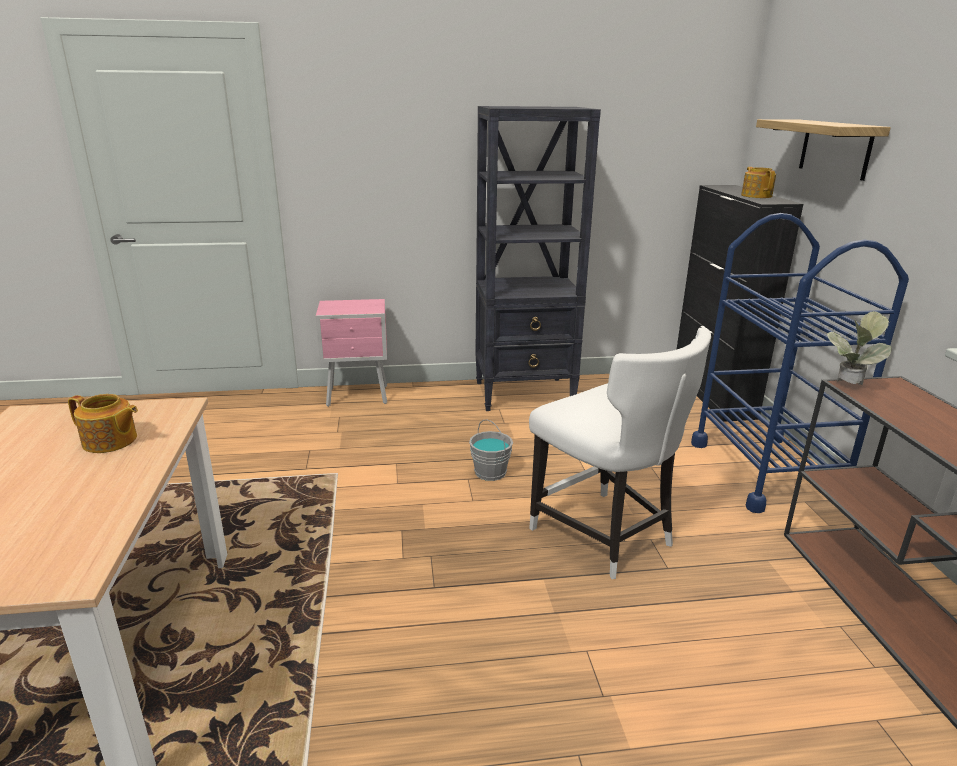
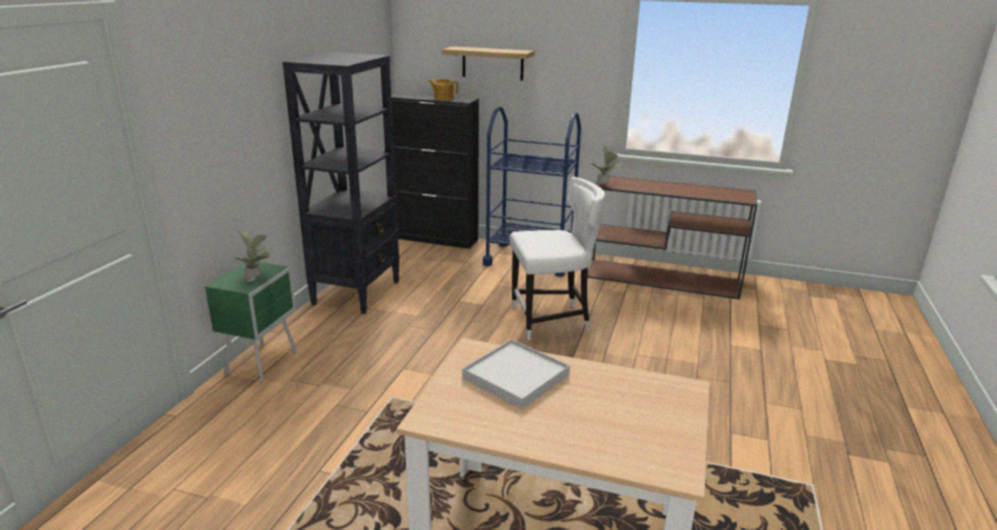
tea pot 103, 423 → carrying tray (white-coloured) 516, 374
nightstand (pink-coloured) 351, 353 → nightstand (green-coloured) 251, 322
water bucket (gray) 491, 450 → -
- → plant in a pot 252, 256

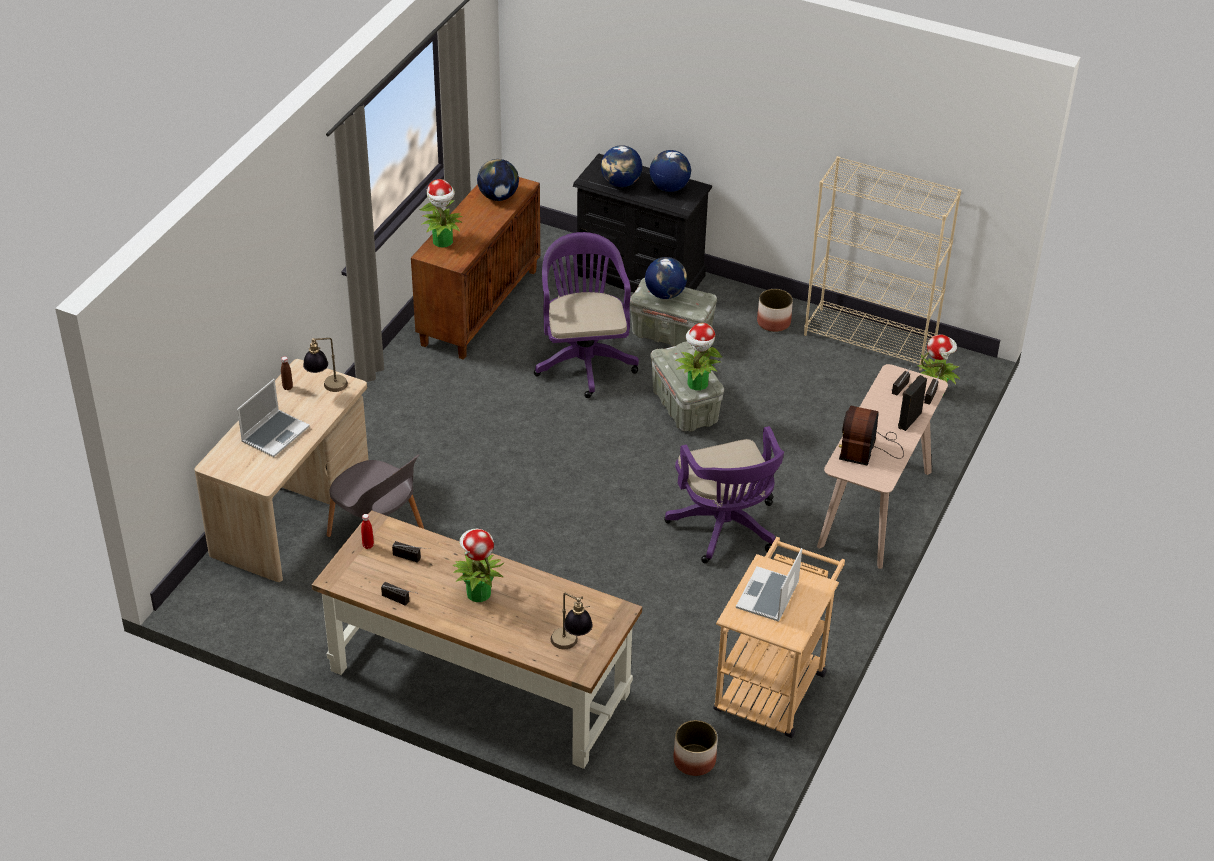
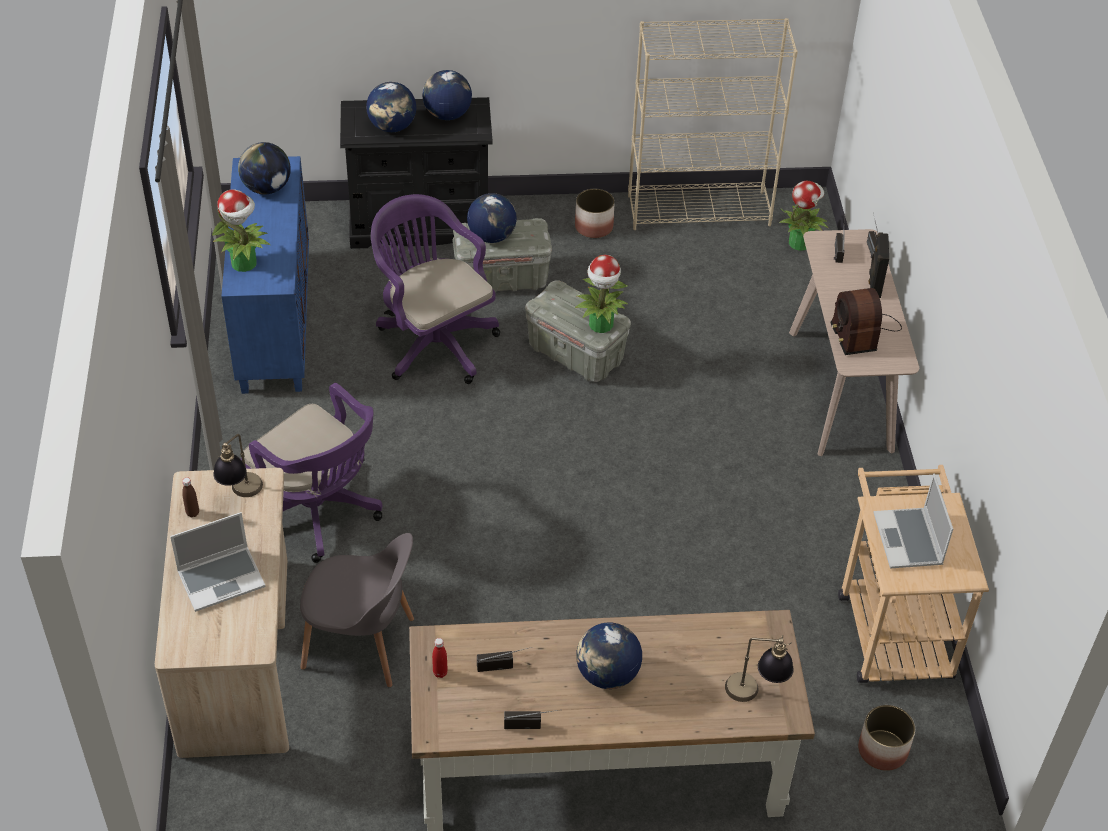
notebook computer 273, 418 → notebook computer 217, 562, 60 degrees clockwise
cupboard (brownish) 475, 268 → cupboard (blue) 265, 275
plant in a pot 478, 565 → desk globe 609, 655
computer chair (purple-coloured) 724, 494 → computer chair (purple-coloured) 311, 473, shifted

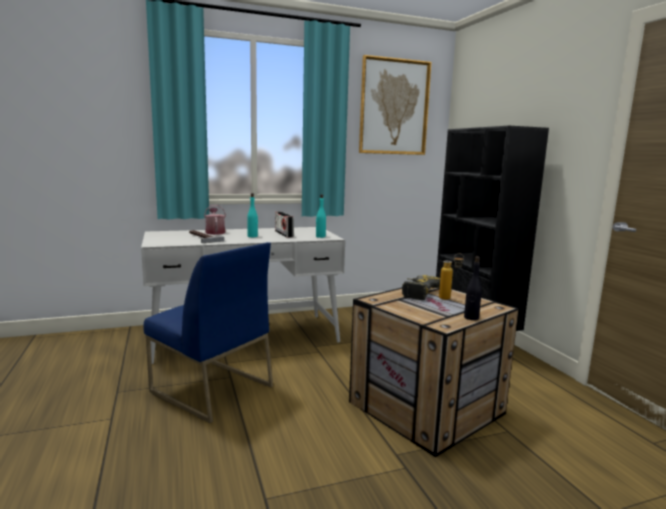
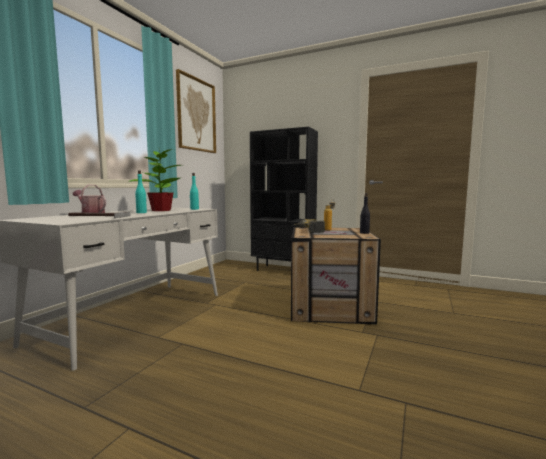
upright chair (blue) 208, 332 → -
radio 284, 224 → plant in a pot 155, 180

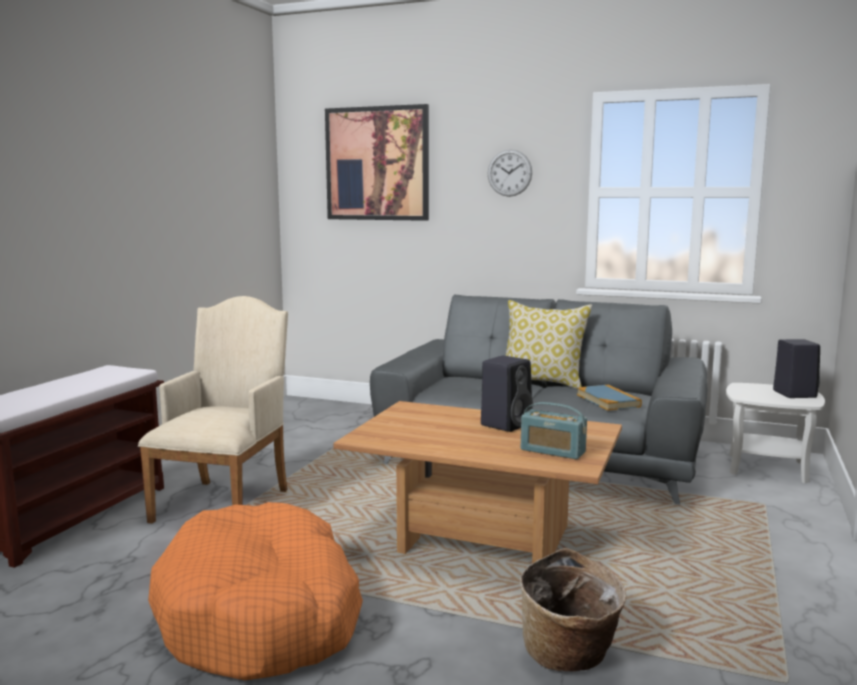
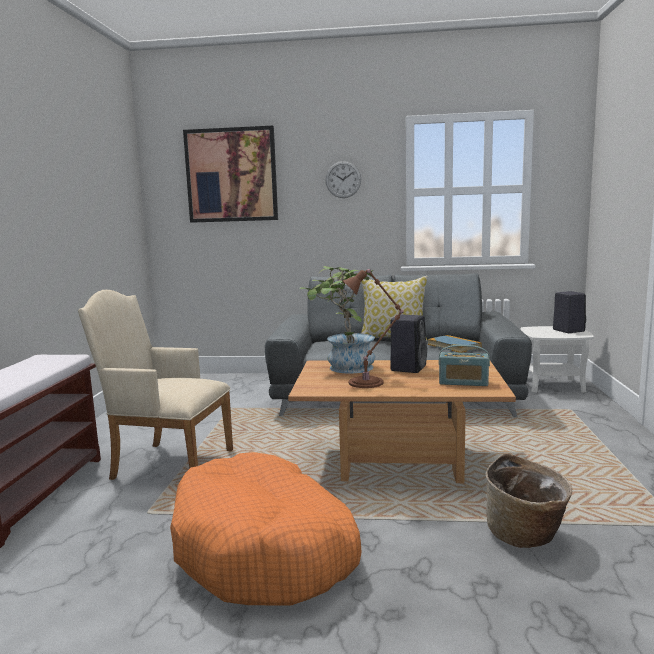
easy chair (beige-coloured) 213, 410 → easy chair (beige-coloured) 155, 385, 75 degrees counterclockwise
- → plant in a pot 337, 320
- → table lamp (brownish) 373, 328

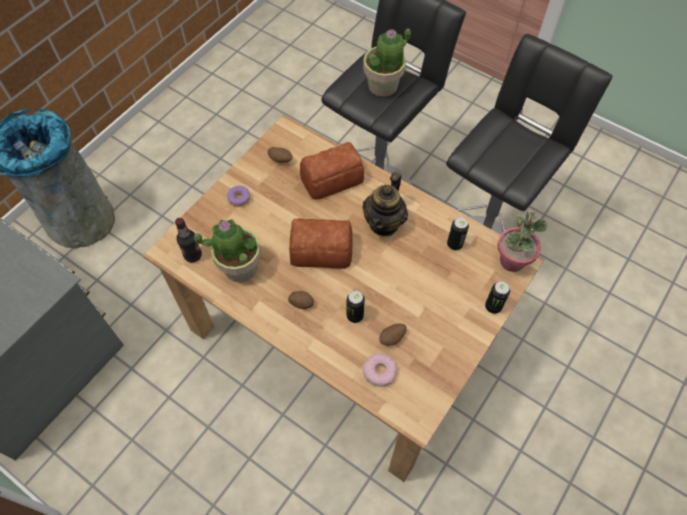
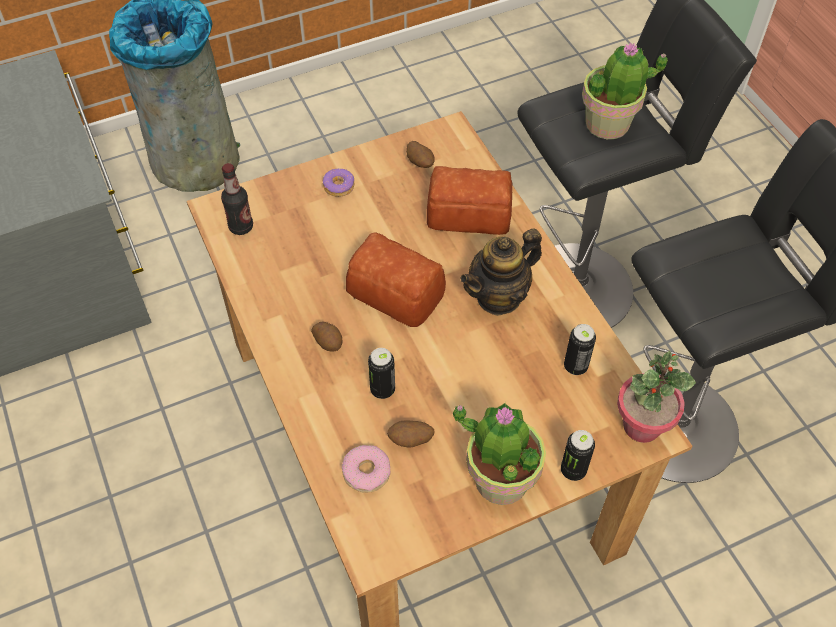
plant in a pot 227, 250 → plant in a pot 499, 454, shifted

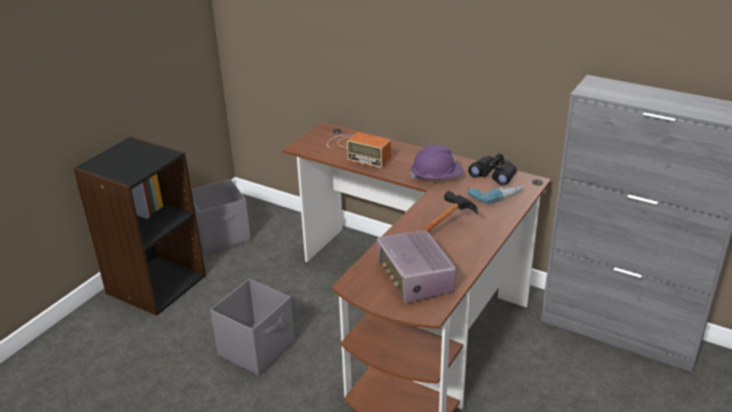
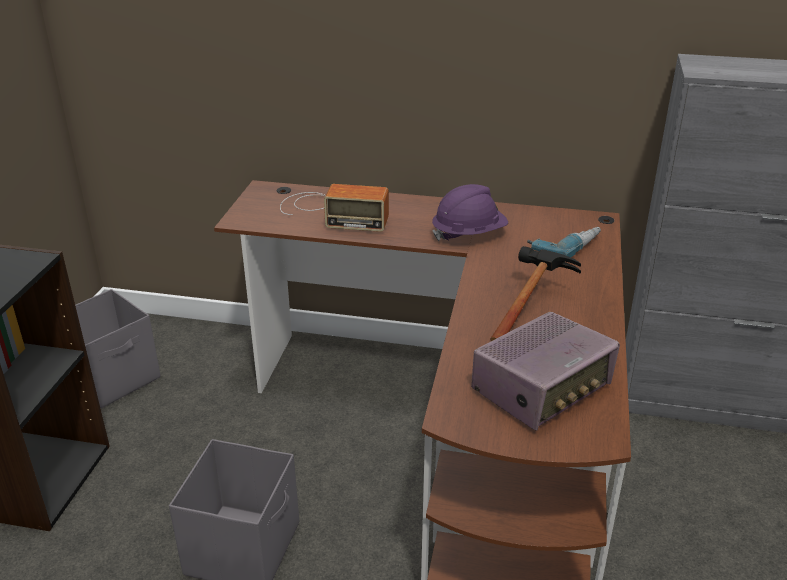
radio 416, 266 → radio 545, 371, 90 degrees counterclockwise
pair of binoculars (black) 492, 170 → -

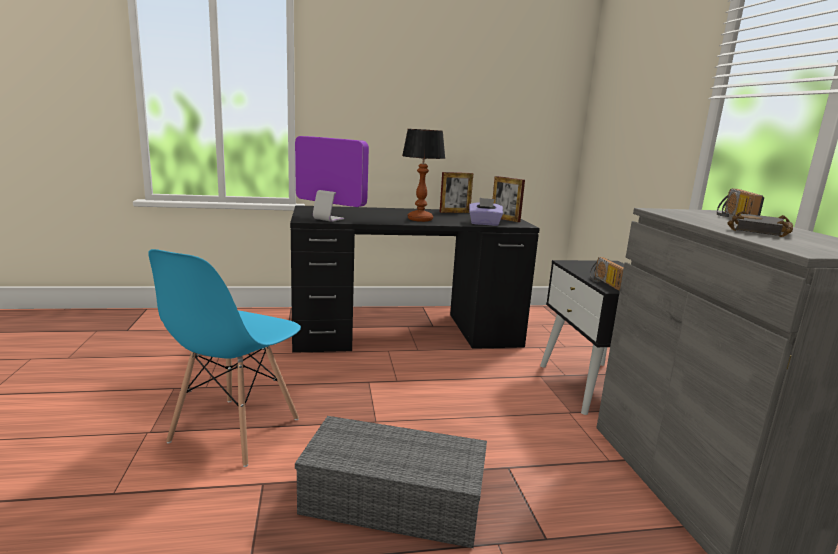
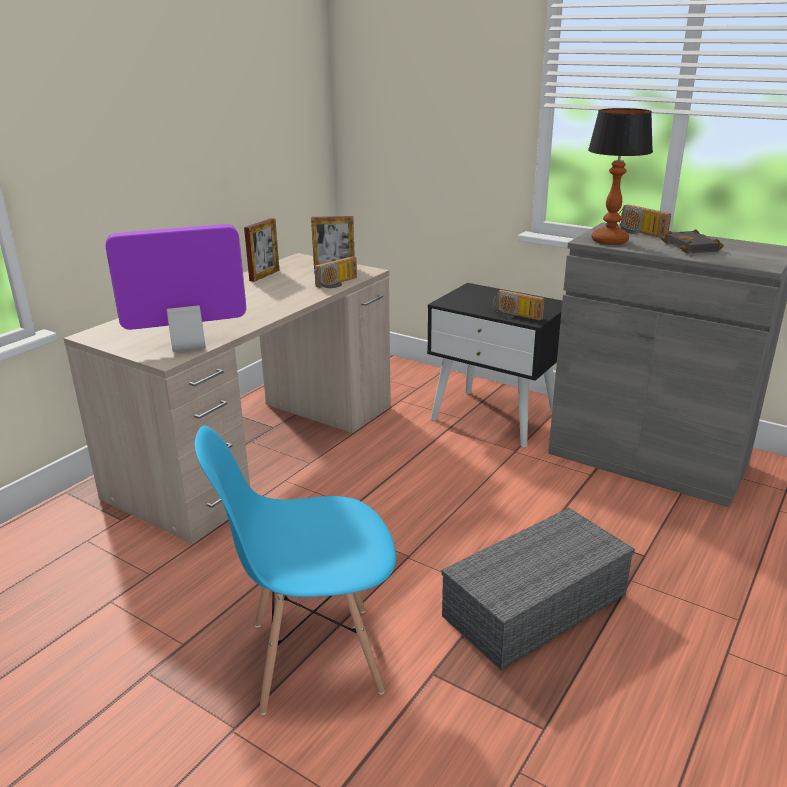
upright chair (blue) 224, 358 → upright chair (blue) 295, 570, 105 degrees clockwise
desk unit (black) 415, 279 → desk unit (beige-coloured) 227, 398
table lamp 423, 175 → table lamp 620, 176, shifted
tissue holder (purple-coloured) 486, 212 → radio 335, 272

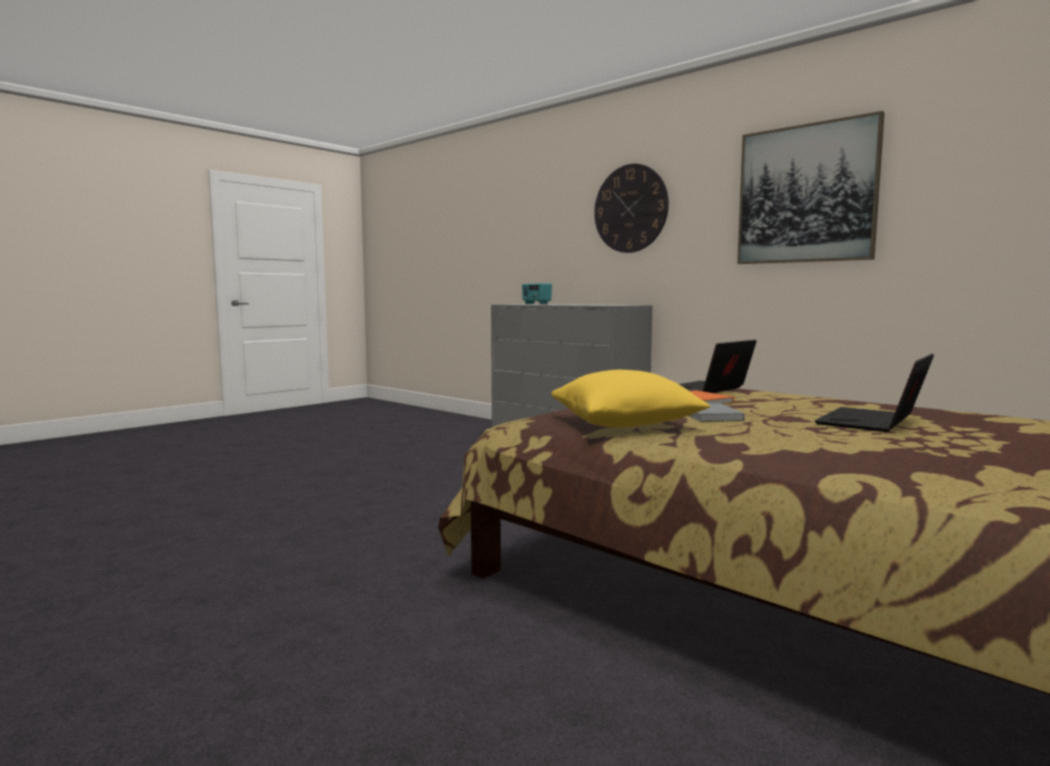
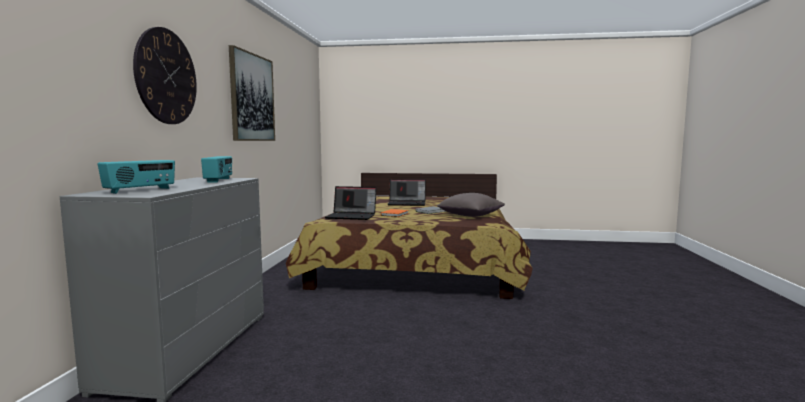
cushion (yellow) 630, 399 → cushion (gray) 470, 205
- → radio 216, 169

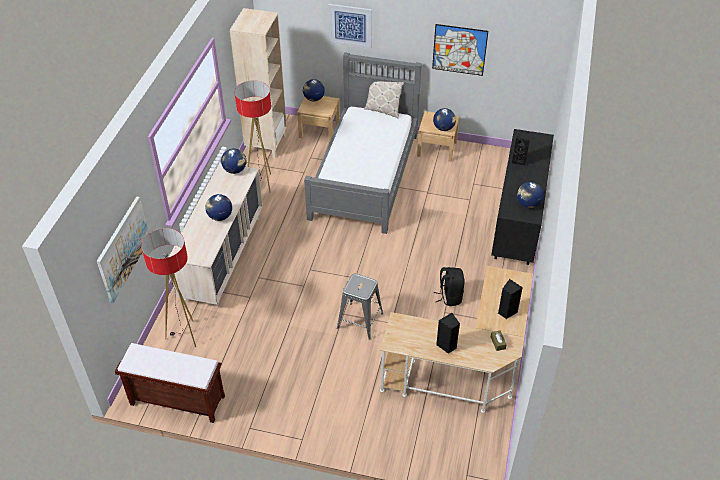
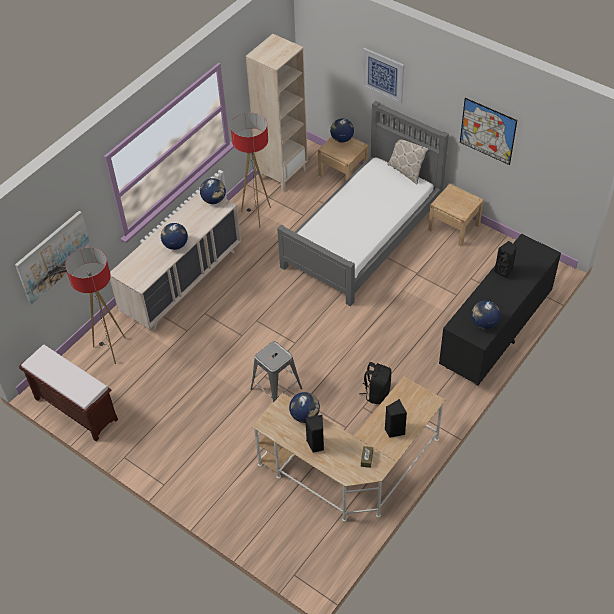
desk globe 444, 119 → desk globe 304, 407, shifted

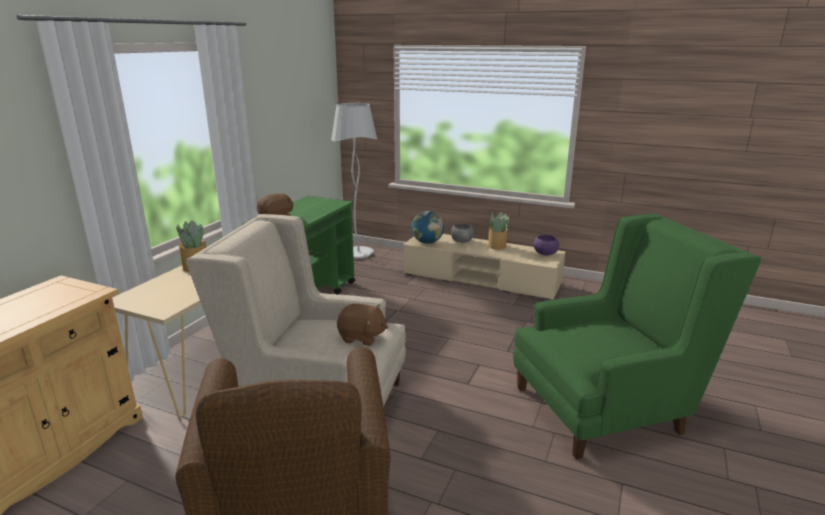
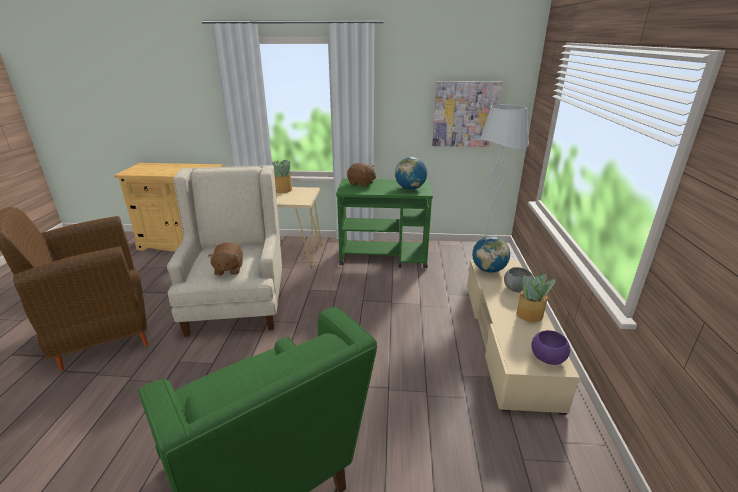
- → desk globe 411, 173
- → wall art 467, 114

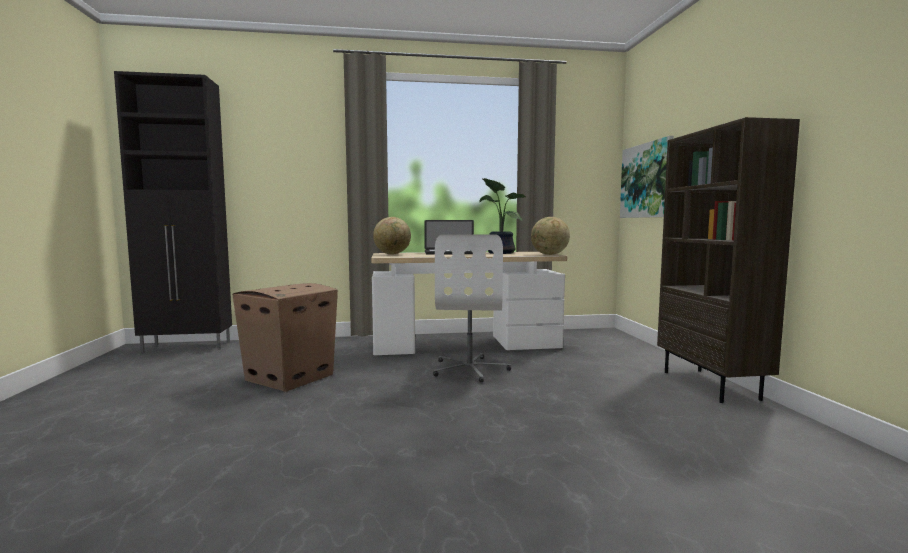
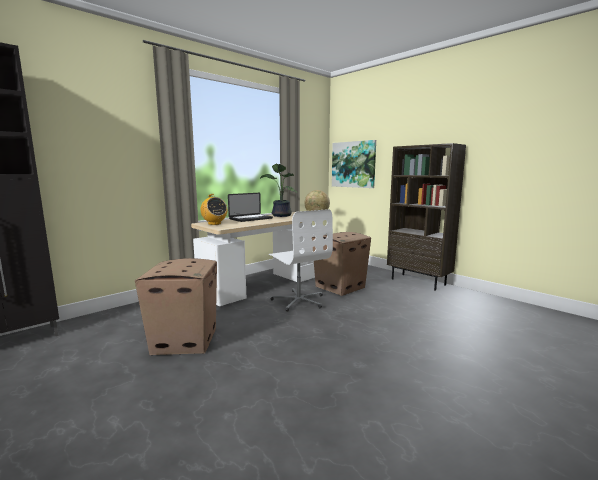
desk globe 392, 235 → radio 214, 209
- → cardboard box 341, 264

